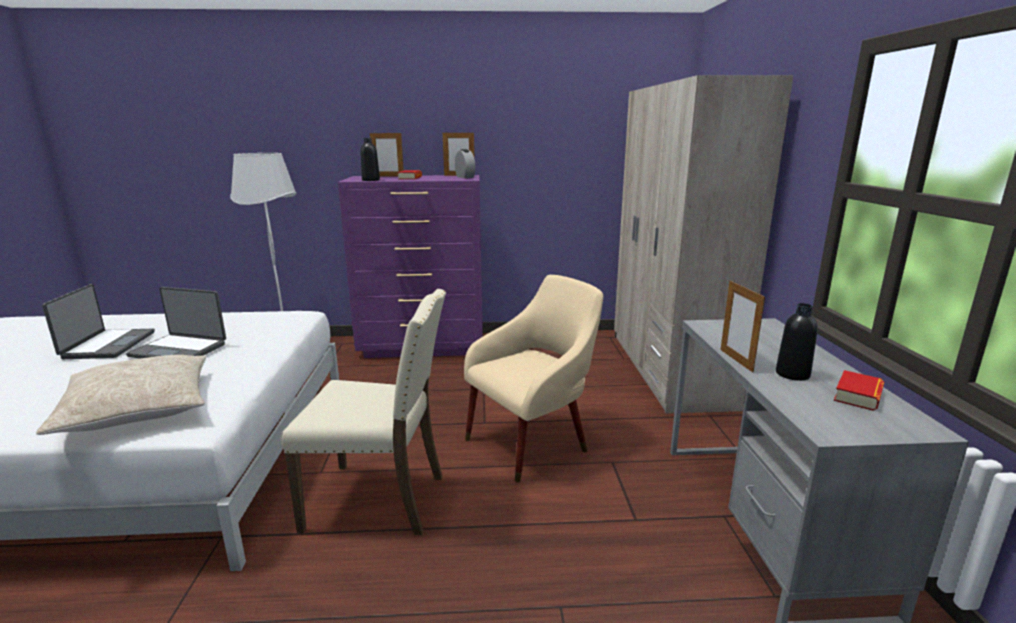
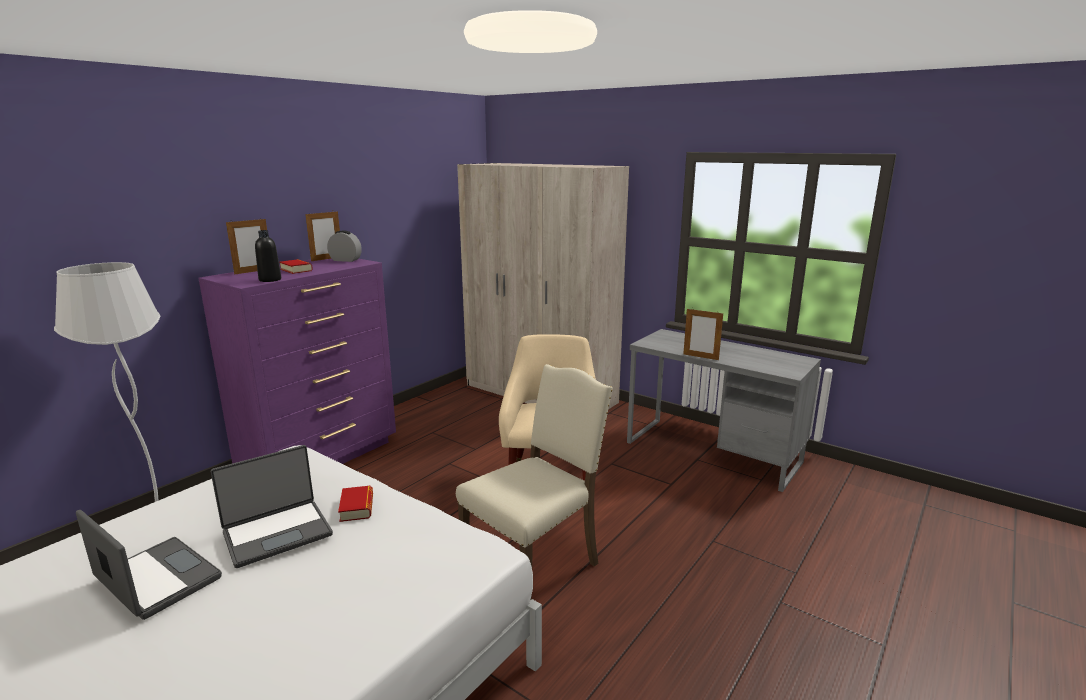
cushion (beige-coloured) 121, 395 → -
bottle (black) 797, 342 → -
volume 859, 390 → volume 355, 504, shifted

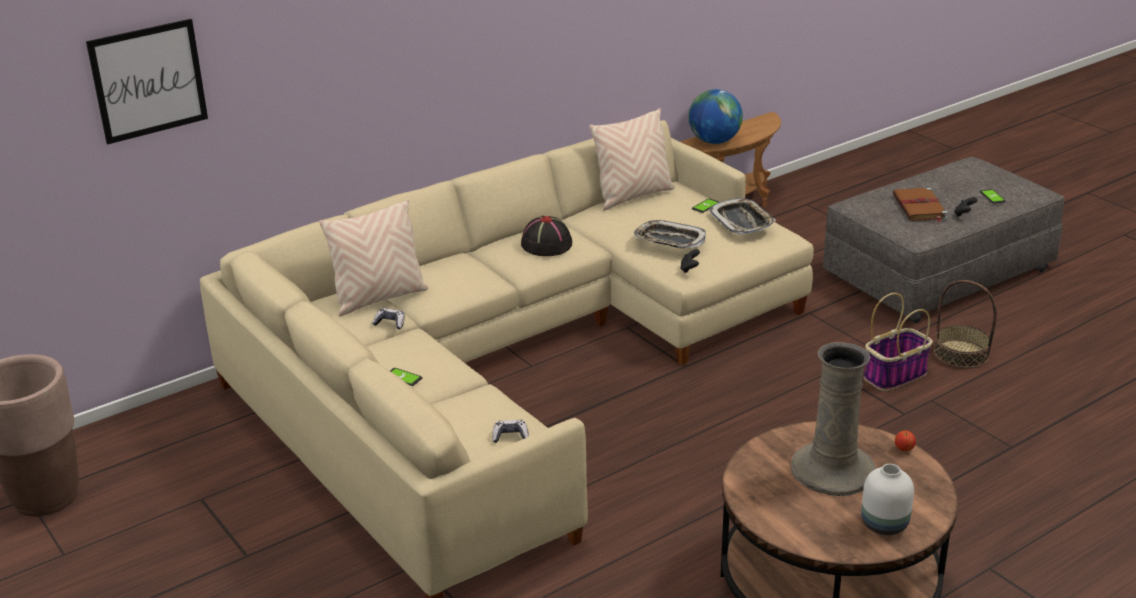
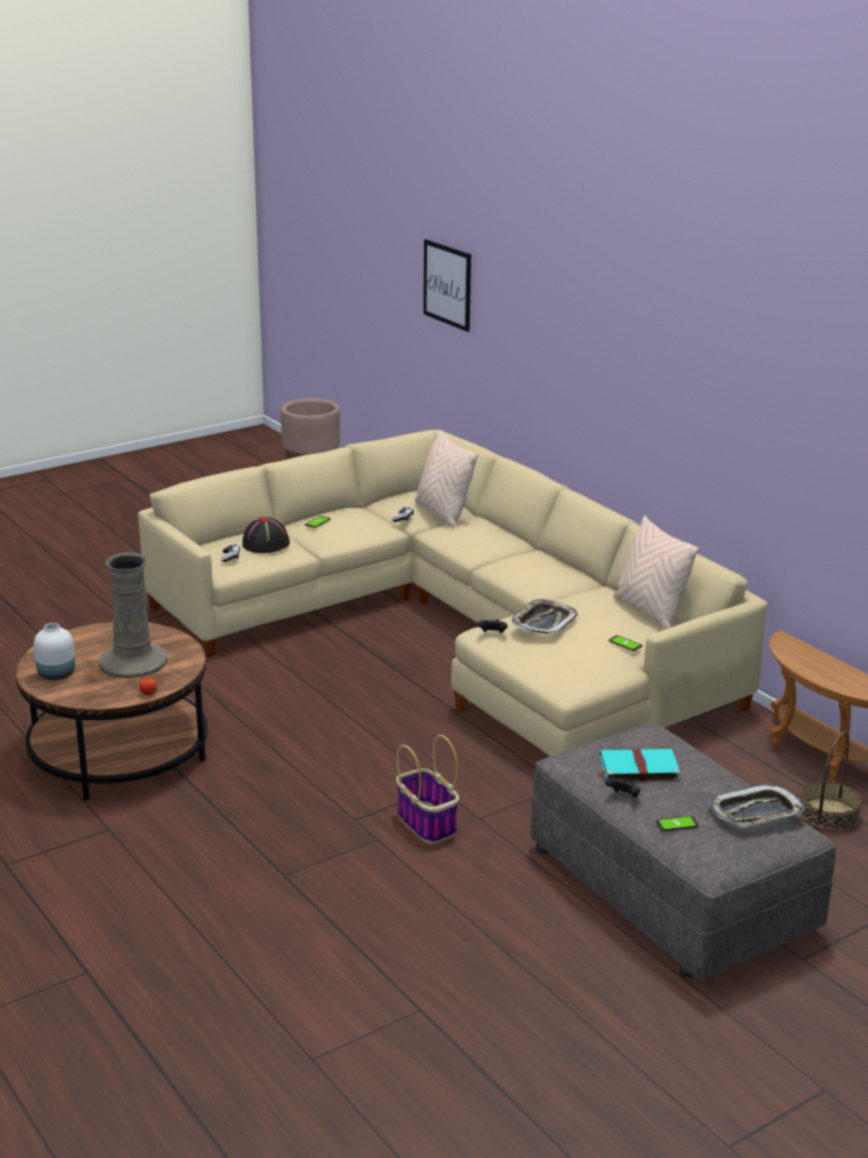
hat (black) 546, 236 → hat (black) 266, 535, shifted
desk globe 715, 116 → -
carrying tray 742, 216 → carrying tray 756, 805, shifted
volume (brownish) 920, 204 → volume (blue-green) 639, 765
basket 965, 324 → basket 831, 781, shifted

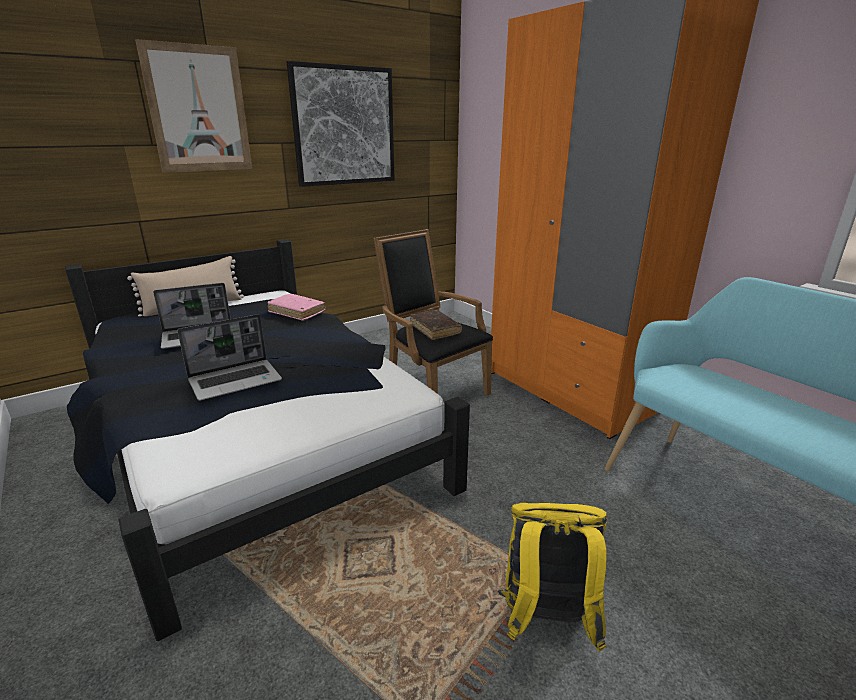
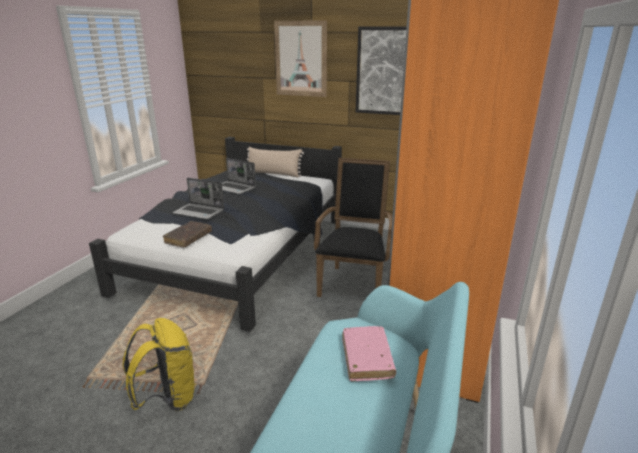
volume (pink-coloured) 296, 307 → volume (pink-coloured) 369, 353, shifted
volume (brownish) 436, 325 → volume (brownish) 187, 234, shifted

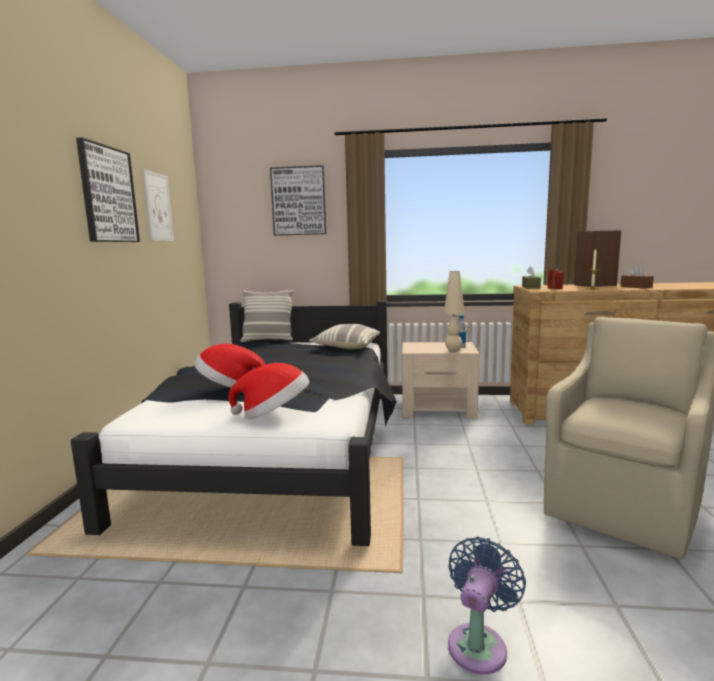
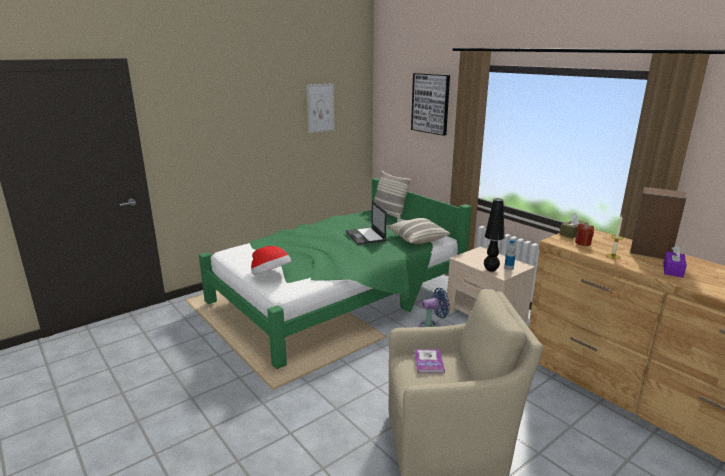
sleeping bed (black) 233, 423 → sleeping bed (green-coloured) 335, 273
wall art 108, 189 → -
hat 230, 365 → -
table lamp (beige-coloured) 454, 311 → table lamp (black) 494, 235
cooling fan (blue) 487, 605 → cooling fan (blue) 434, 307, shifted
tissue holder (brownish) 637, 276 → tissue holder (purple-coloured) 675, 261
- → notebook computer 366, 223
- → volume 429, 361

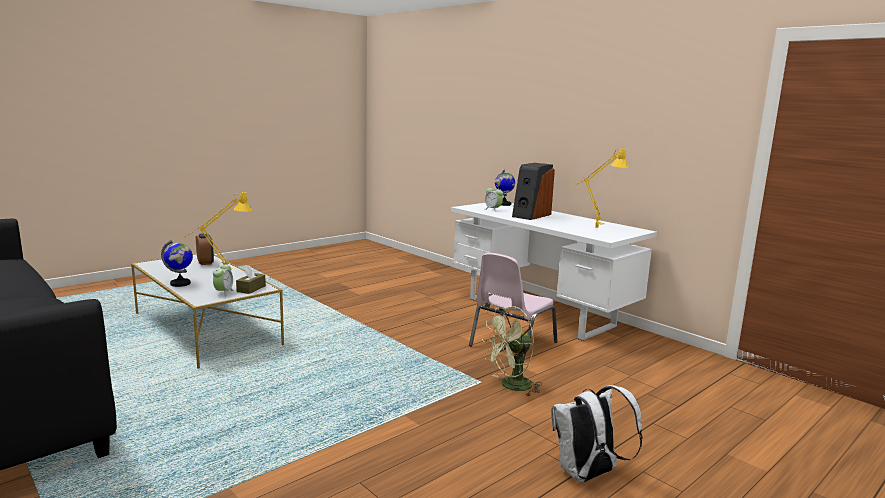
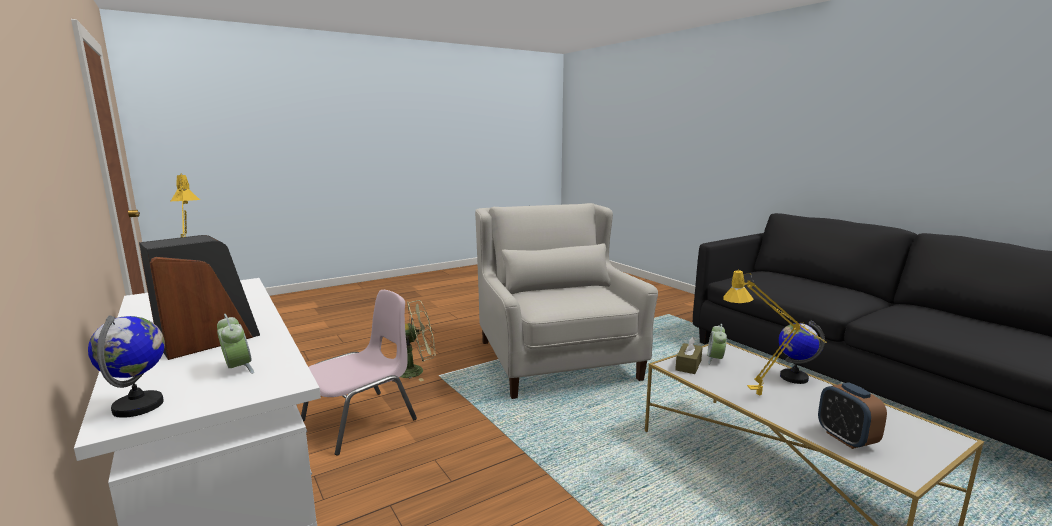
backpack (white-coloured) 597, 433 → -
- → easy chair (white-coloured) 566, 301

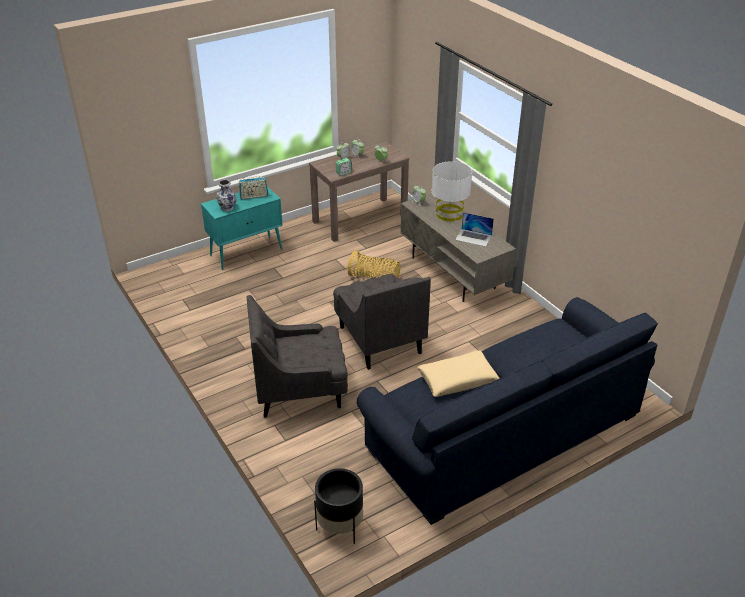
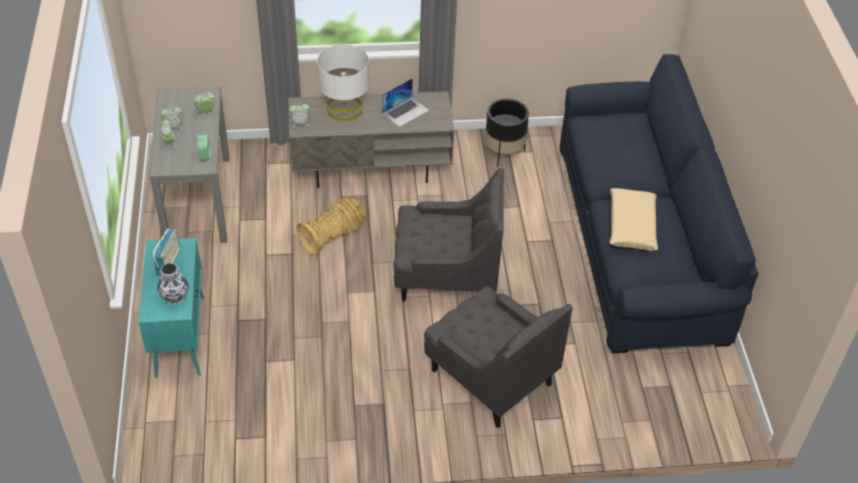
easy chair (gray) 297, 356 → easy chair (gray) 498, 357, 60 degrees counterclockwise
console table (brownish) 359, 191 → console table (gray) 189, 164
plant pot (black) 338, 506 → plant pot (black) 507, 132, shifted

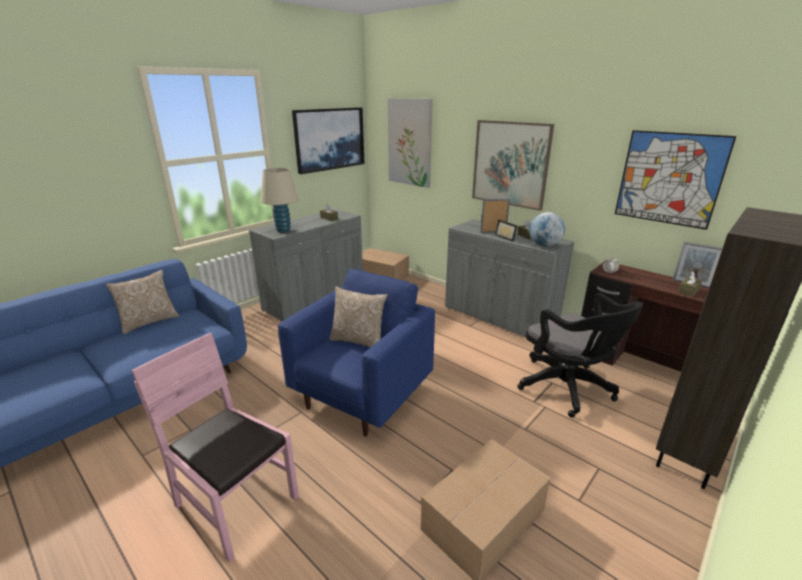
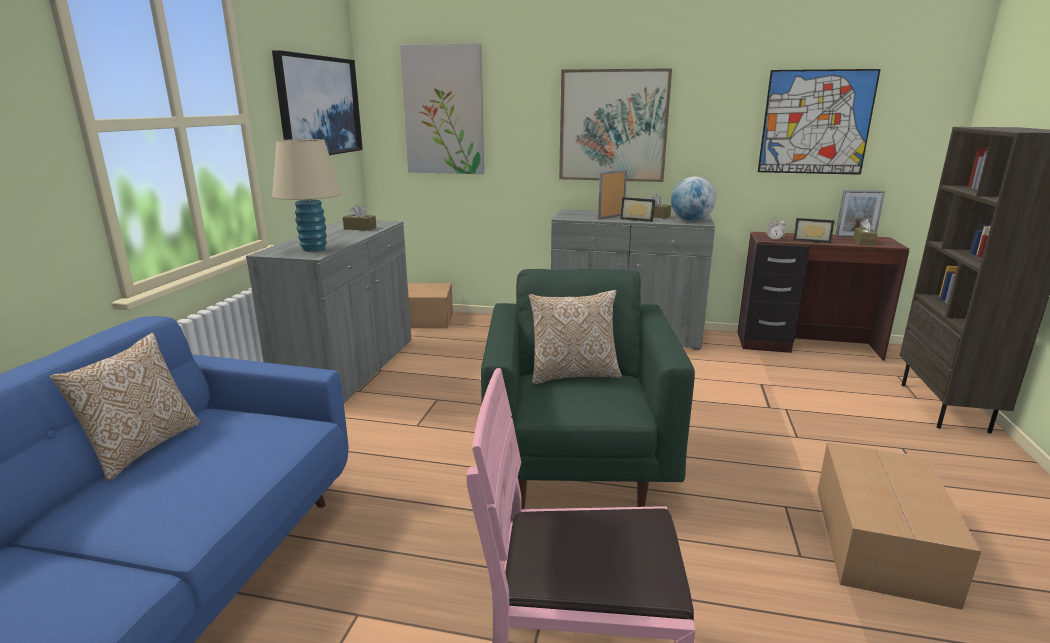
easy chair (blue) 356, 352 → easy chair (green-coloured) 588, 389
computer chair (black) 580, 355 → -
- → standing frame 814, 230

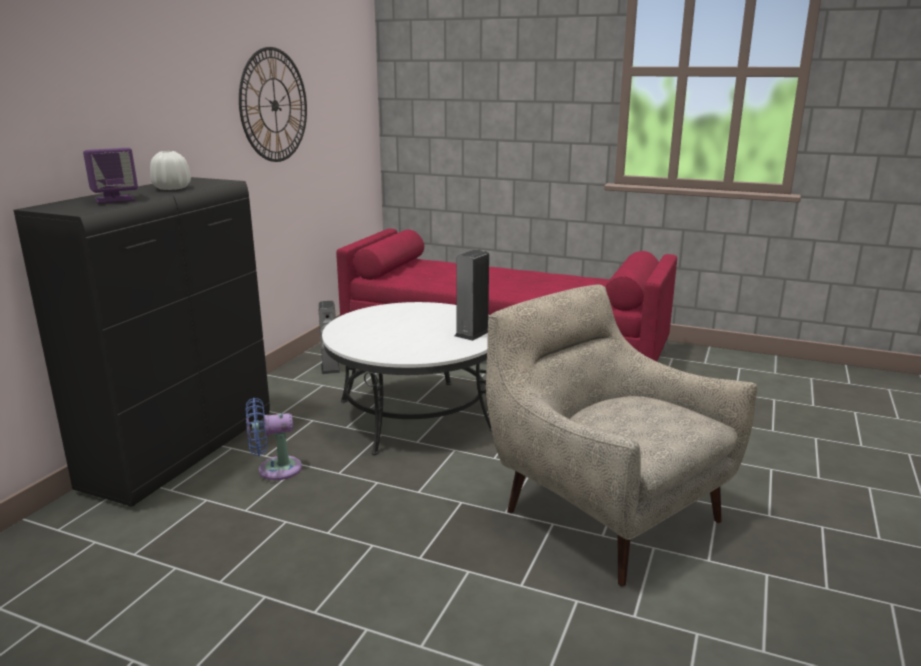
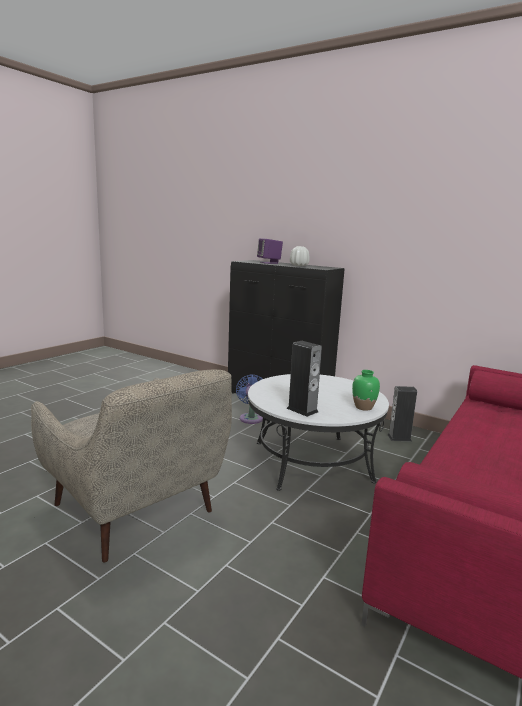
hanging clock 273, 104 → -
easy chair (beige-coloured) 621, 435 → easy chair (beige-coloured) 131, 466, 75 degrees clockwise
- → flower vase (green-coloured) 366, 390

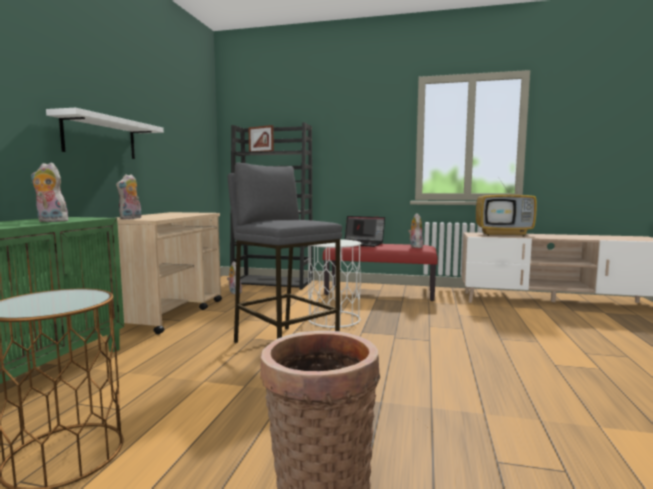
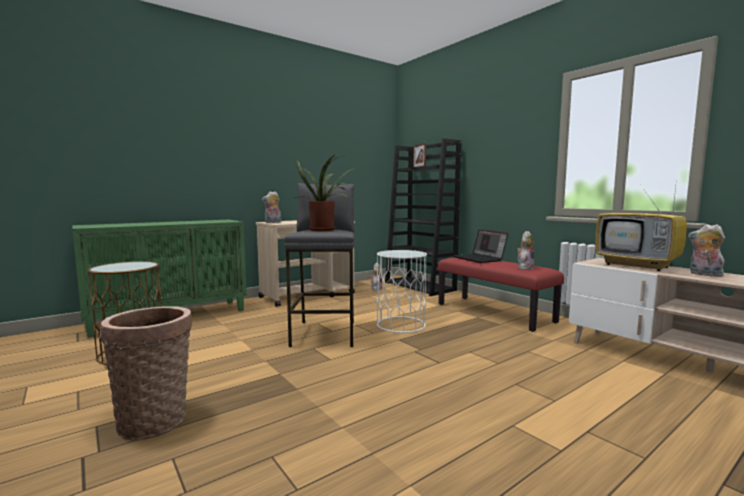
cuddly toy 50, 192 → cuddly toy 706, 250, shifted
bracket shelf (white-coloured) 105, 133 → -
- → plant in a pot 324, 192

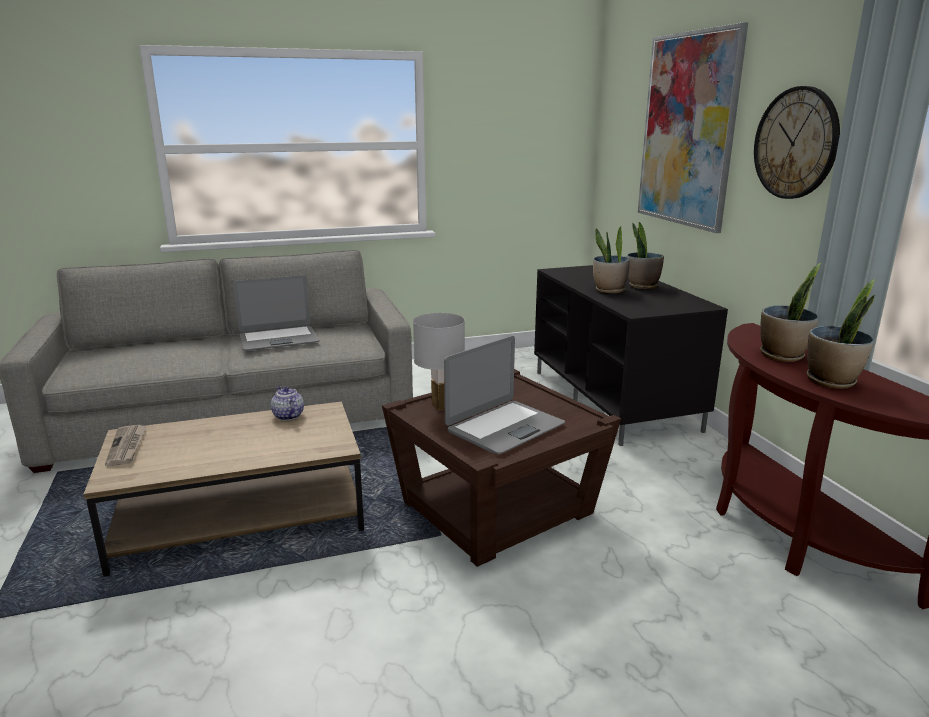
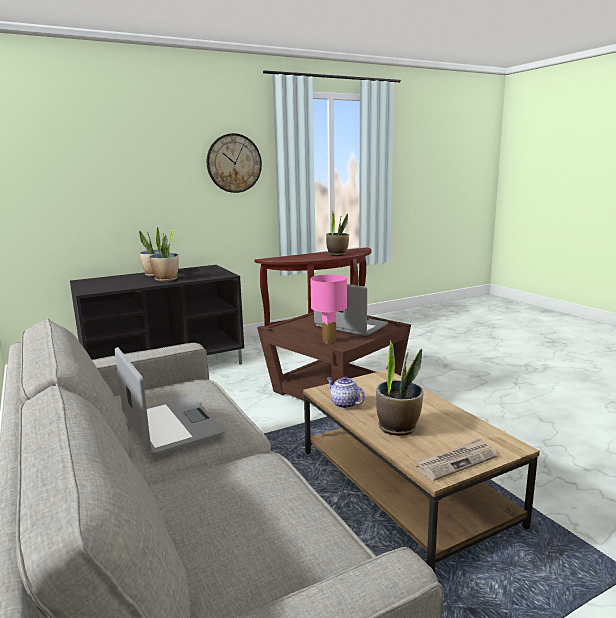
tea pot 287, 403 → tea pot 346, 393, 90 degrees clockwise
table lamp (white-coloured) 439, 362 → table lamp (pink-coloured) 328, 309
wall art 693, 127 → -
plant in a pot 790, 312 → plant in a pot 400, 388, shifted

